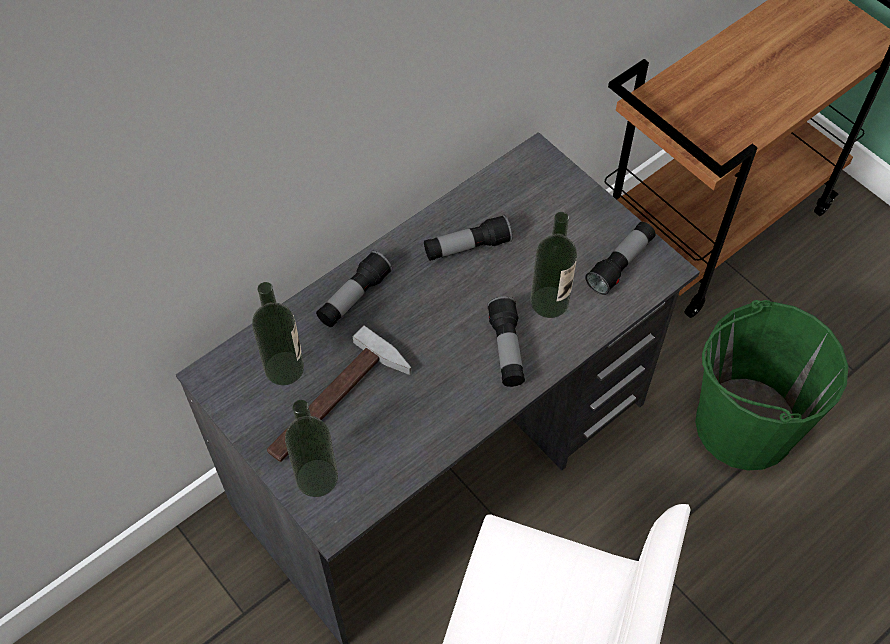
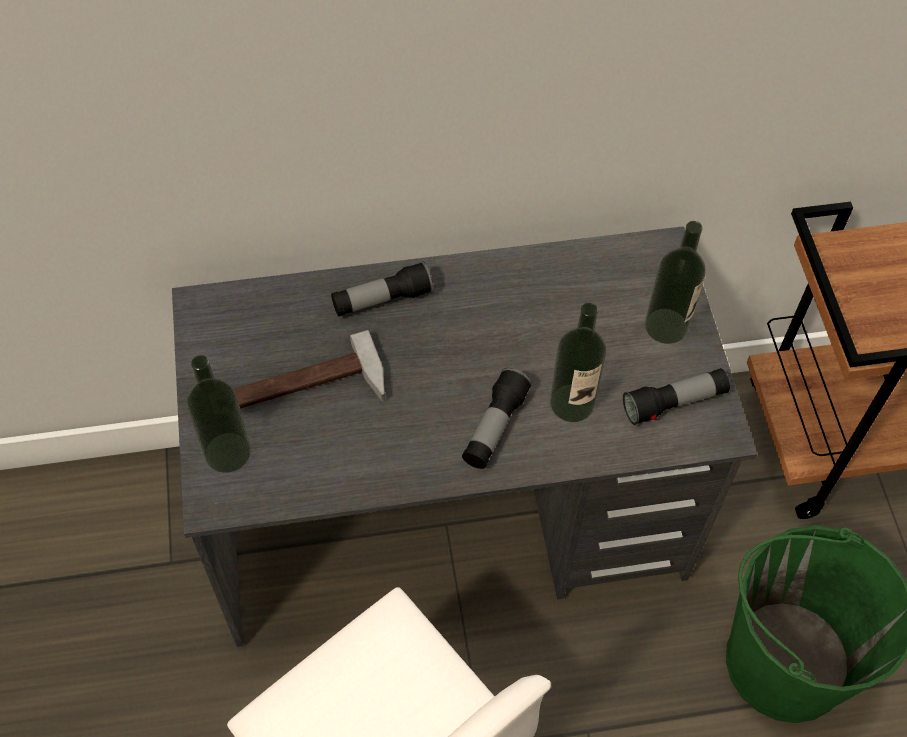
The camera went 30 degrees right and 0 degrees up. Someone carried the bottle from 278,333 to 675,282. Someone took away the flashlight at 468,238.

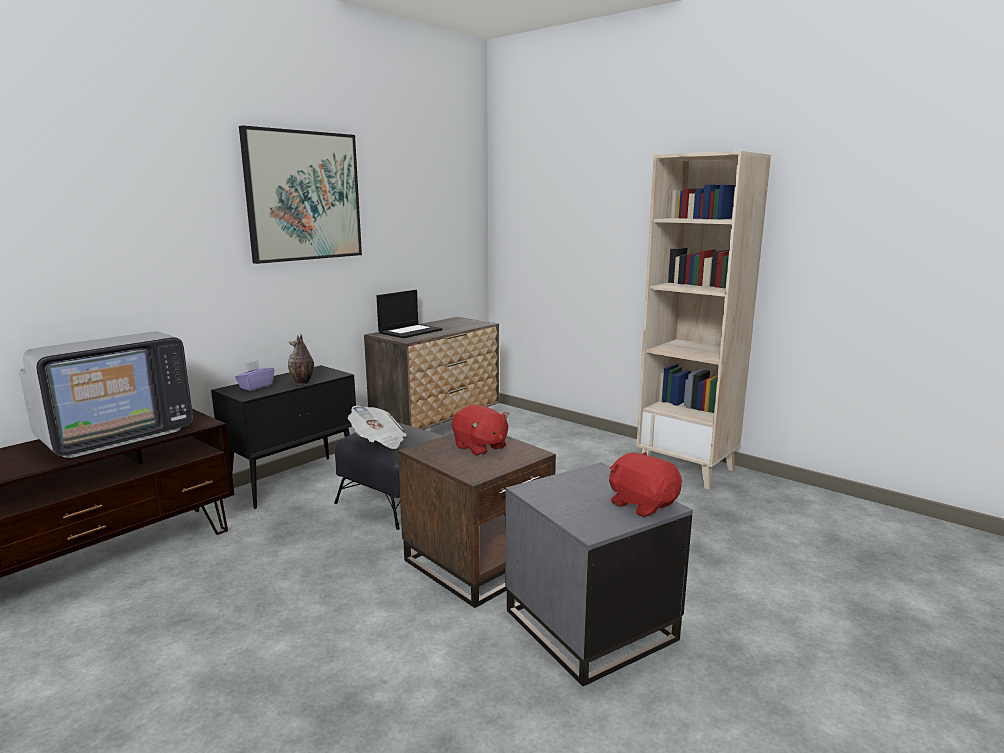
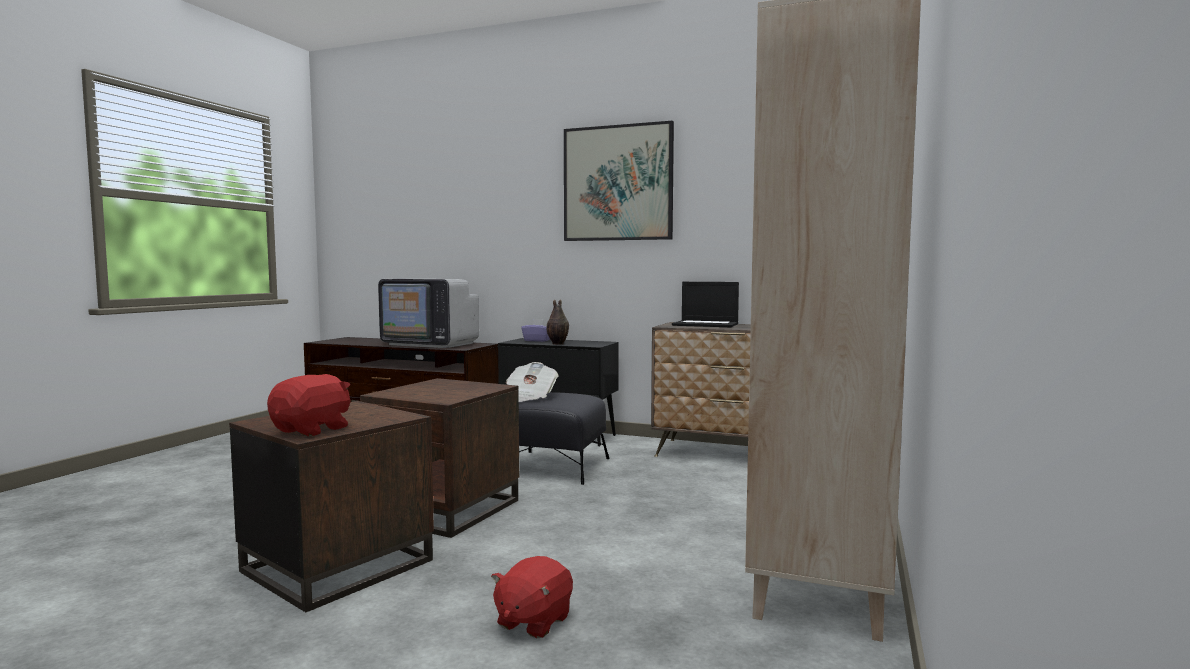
The camera went 70 degrees right and 10 degrees down. Someone carried the red plush toy from 480,430 to 532,597. Someone repainted the grey side table at 599,574, which became the brown side table at 331,506.

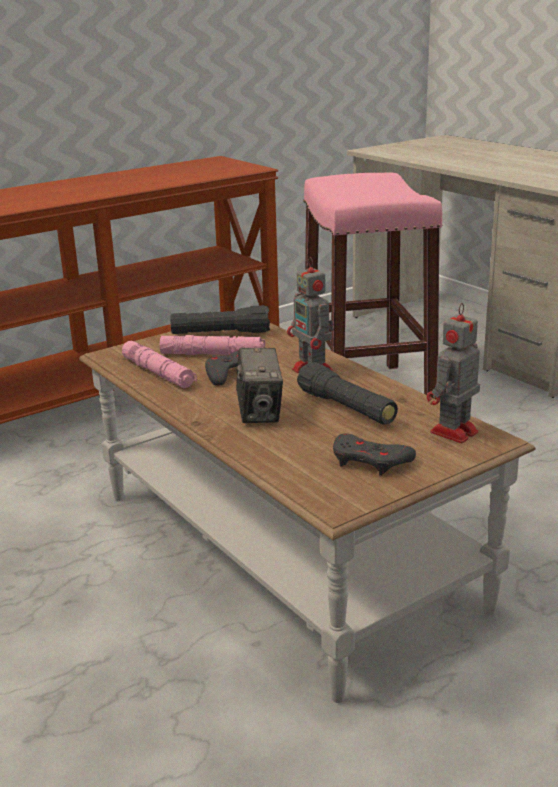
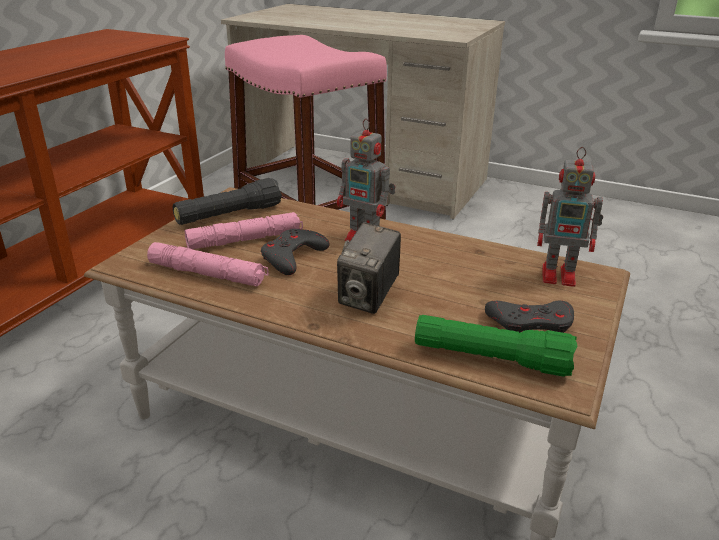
The camera went 30 degrees left and 5 degrees up. Someone rotated the photo camera at 259,385 by 60 degrees clockwise. Someone took away the black flashlight at 347,393. Someone rotated the toy robot at 453,373 by 90 degrees counterclockwise. Someone put down the green flashlight at 496,346.

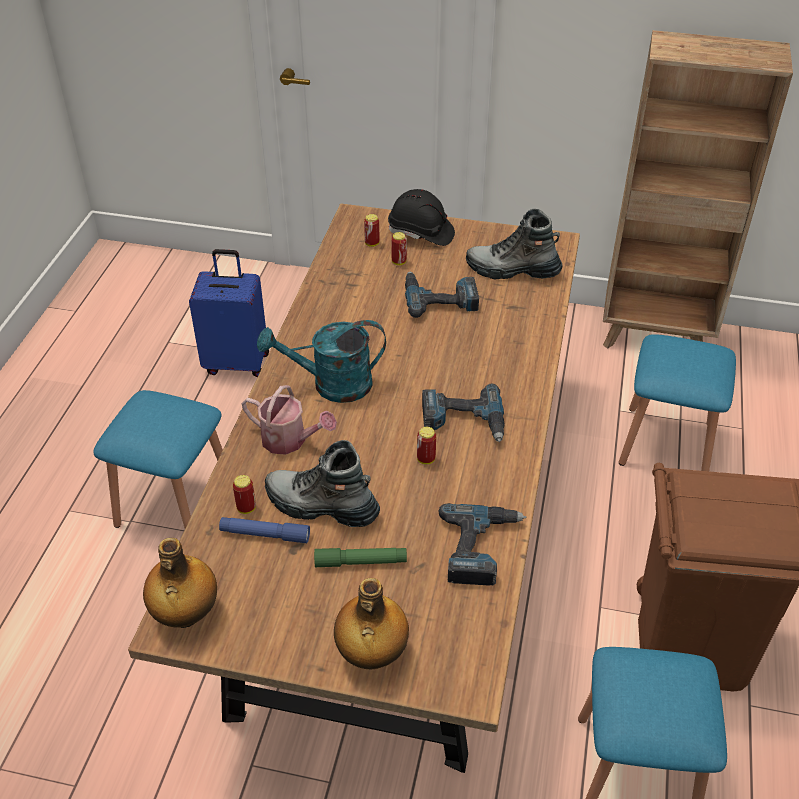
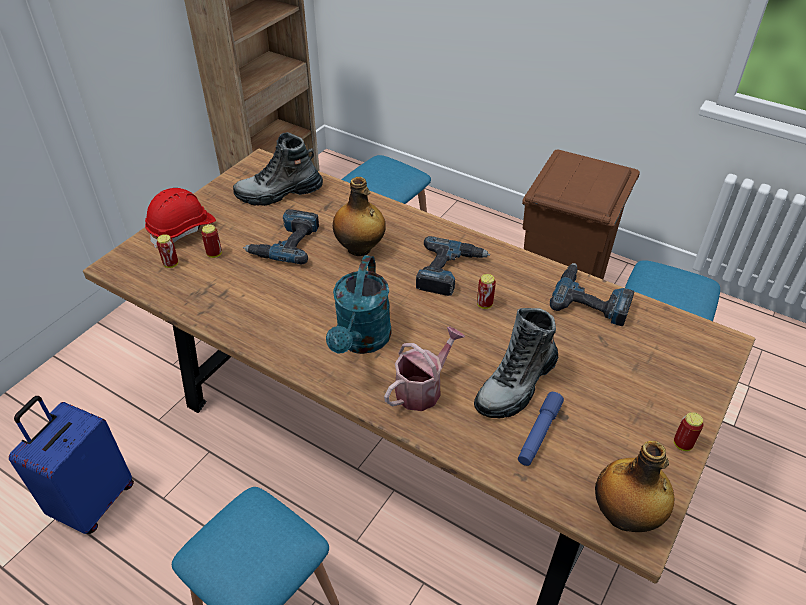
The camera went 70 degrees left and 0 degrees up. Someone carried the can from 244,494 to 688,431. Someone took away the green flashlight at 360,557. Someone carried the bottle from 371,623 to 359,216. Someone repainted the black hard hat at 421,217, which became the red hard hat at 180,218. Someone rotated the boot at 514,244 by 45 degrees clockwise.

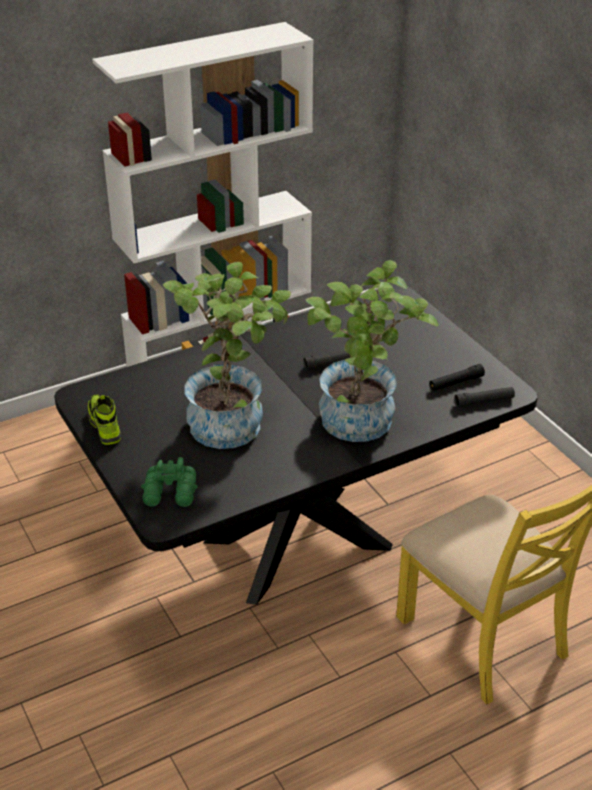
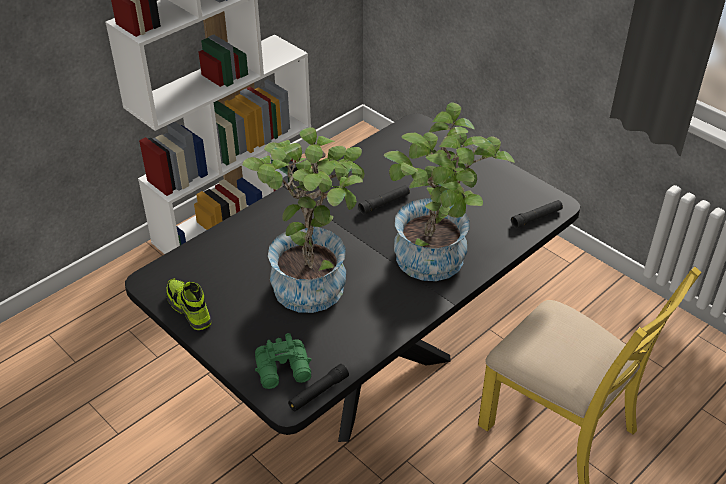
The camera went 15 degrees left and 5 degrees up. Someone carried the black flashlight from 457,377 to 318,387.

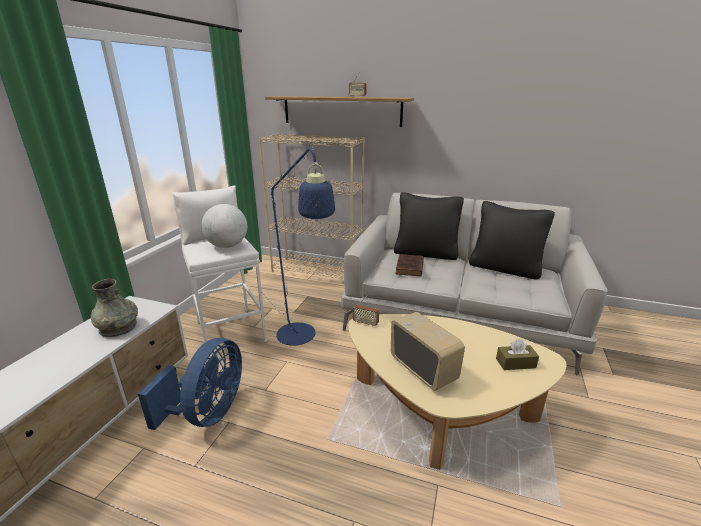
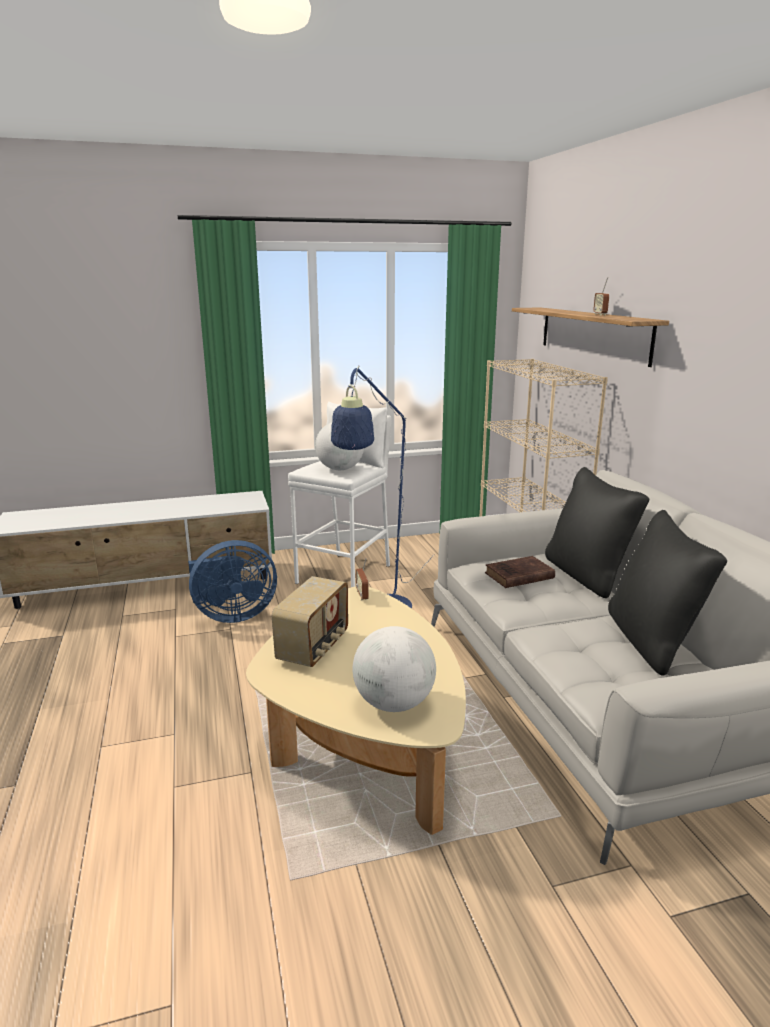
The camera went 55 degrees right and 5 degrees down. Someone took away the grey vase at 114,308. Someone swapped the brown tissue box at 517,354 for the globe at 394,669.

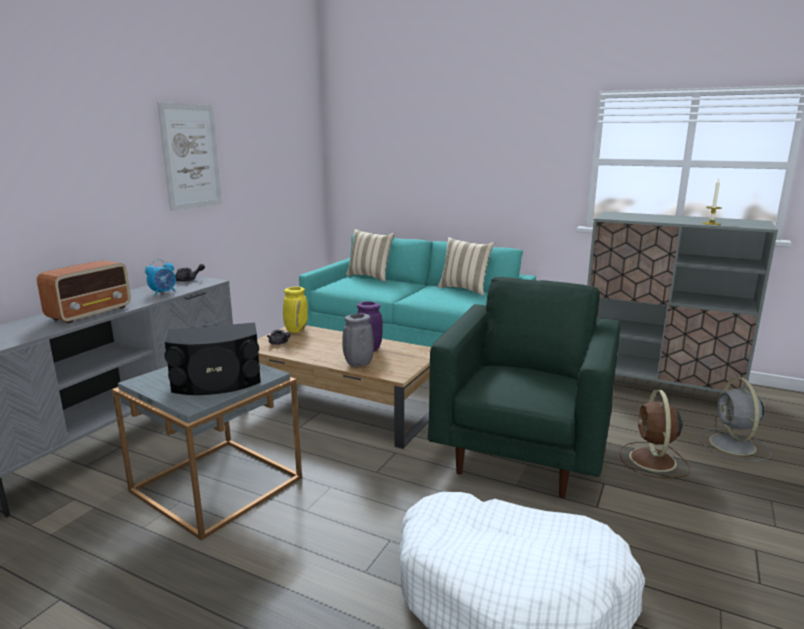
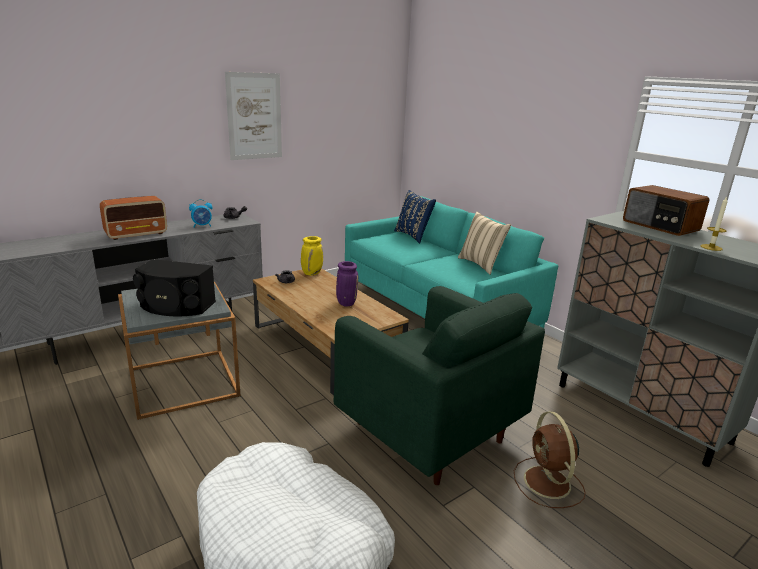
The camera went 25 degrees right and 5 degrees up. Someone took away the grey vase at 358,340. Someone repainted the beige pillow at 370,255, which became the blue pillow at 415,216. Someone rotated the green armchair at 524,387 by 90 degrees clockwise. Someone rotated the brown fan at 655,434 by 45 degrees counterclockwise. Someone took away the grey fan at 735,419. Someone put down the radio at 666,210.

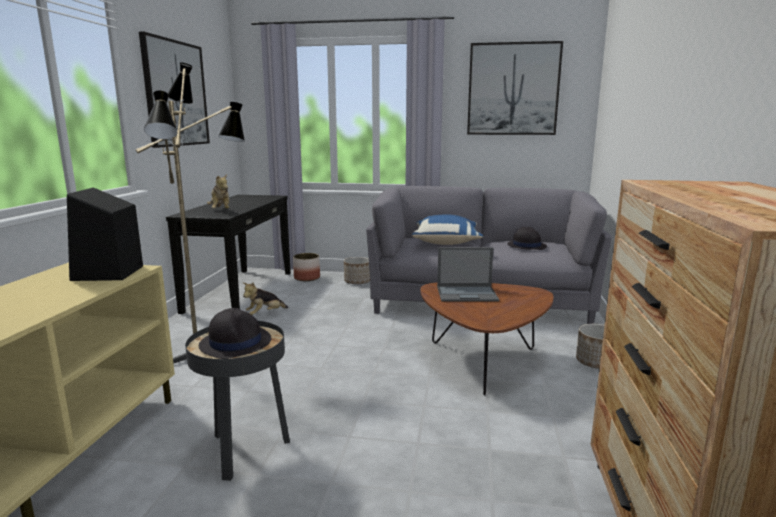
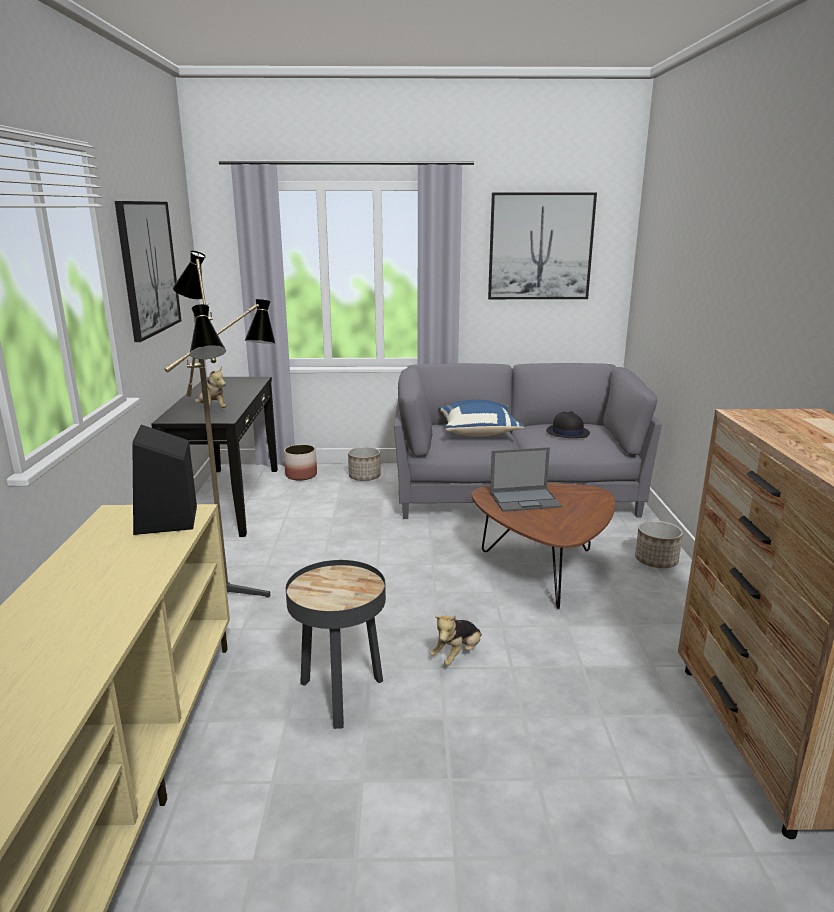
The camera went 10 degrees left and 5 degrees up. Someone took away the black hat at 235,333. Someone carried the plush toy from 265,298 to 456,640.

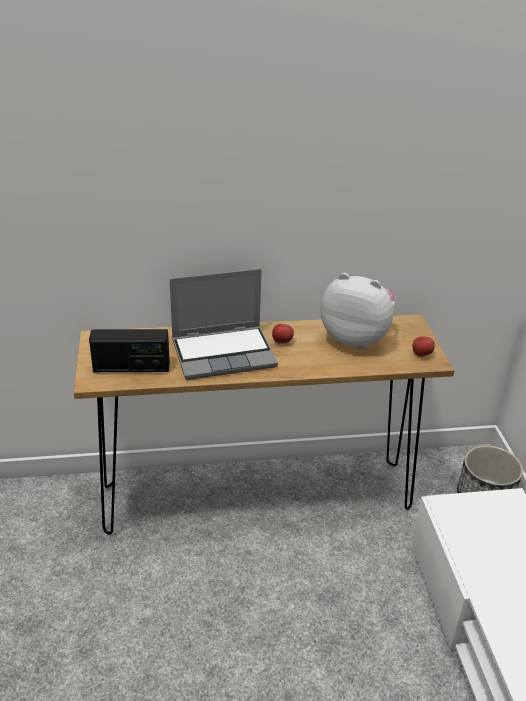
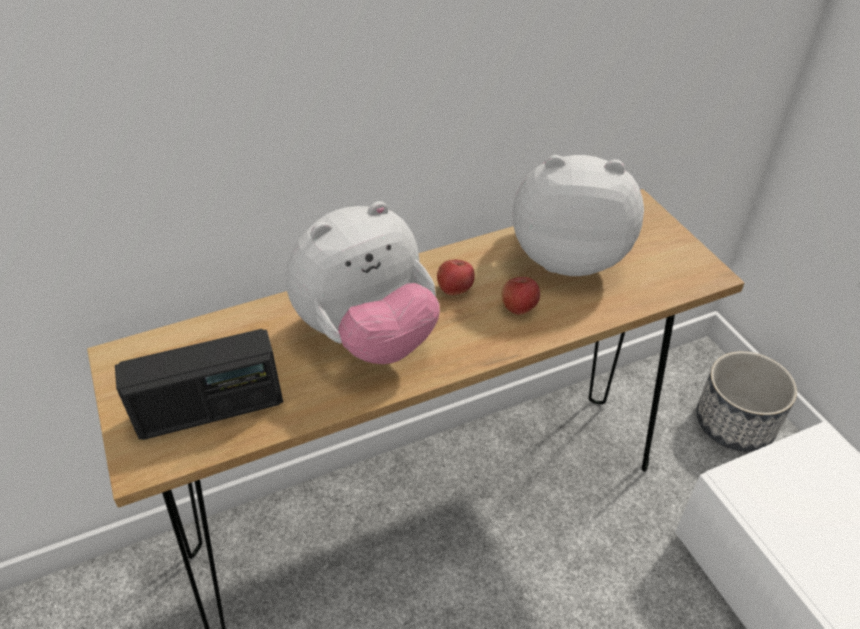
The camera went 15 degrees left and 10 degrees up. Someone swapped the laptop at 224,324 for the plush toy at 363,282. Someone carried the apple from 423,346 to 521,296.

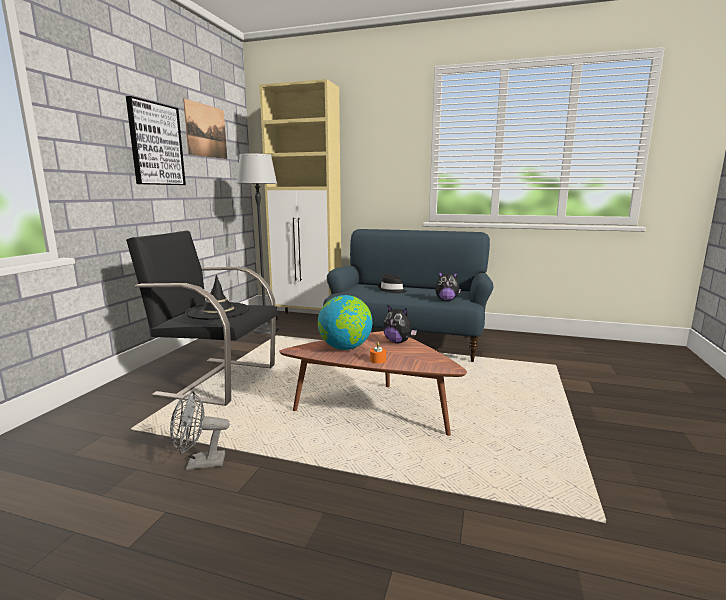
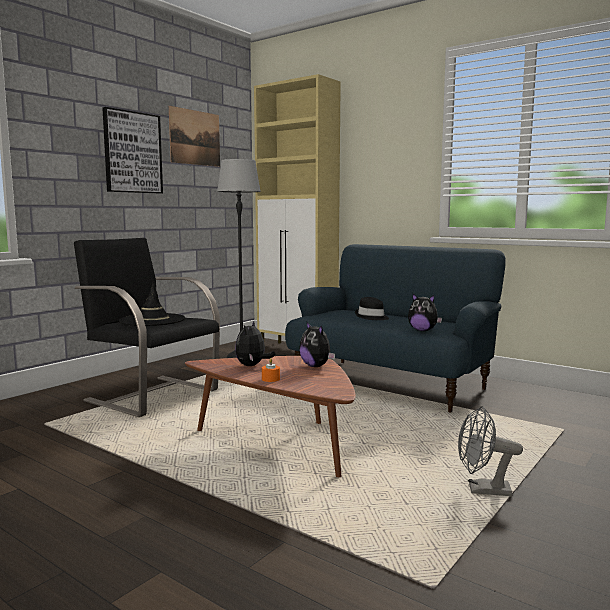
The camera went 20 degrees right and 5 degrees down. Someone carried the grey fan from 200,430 to 490,451. Someone swapped the globe at 345,322 for the plush toy at 255,343.

